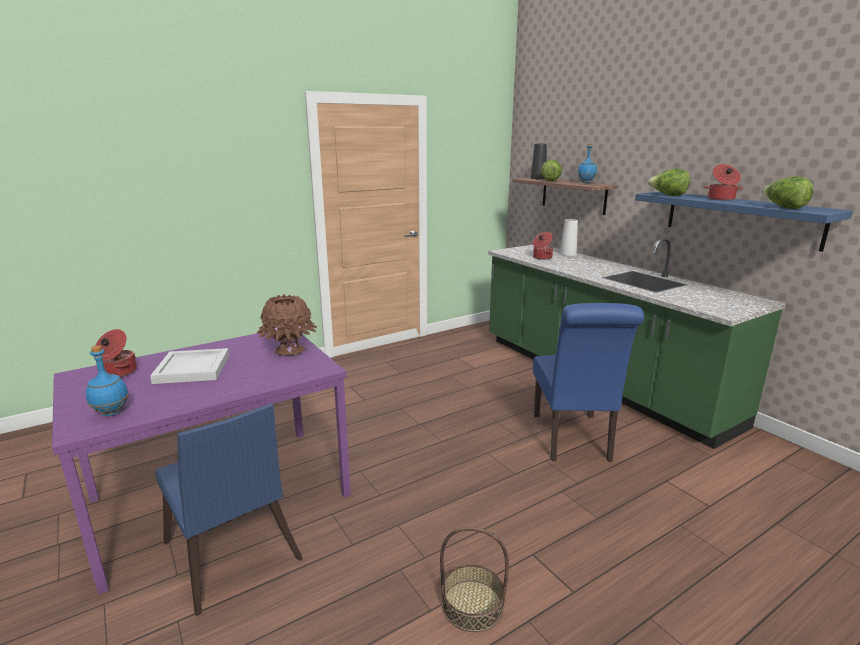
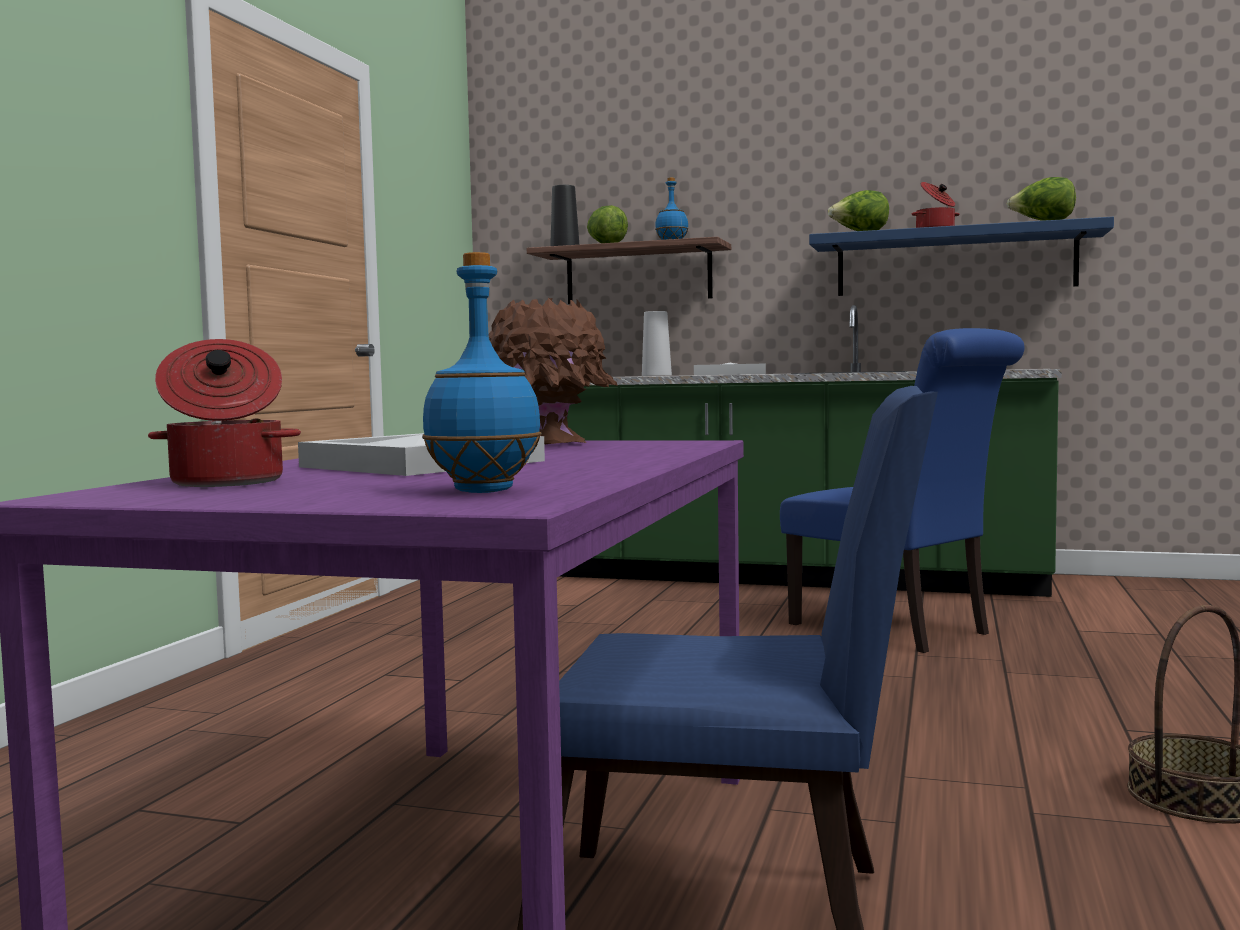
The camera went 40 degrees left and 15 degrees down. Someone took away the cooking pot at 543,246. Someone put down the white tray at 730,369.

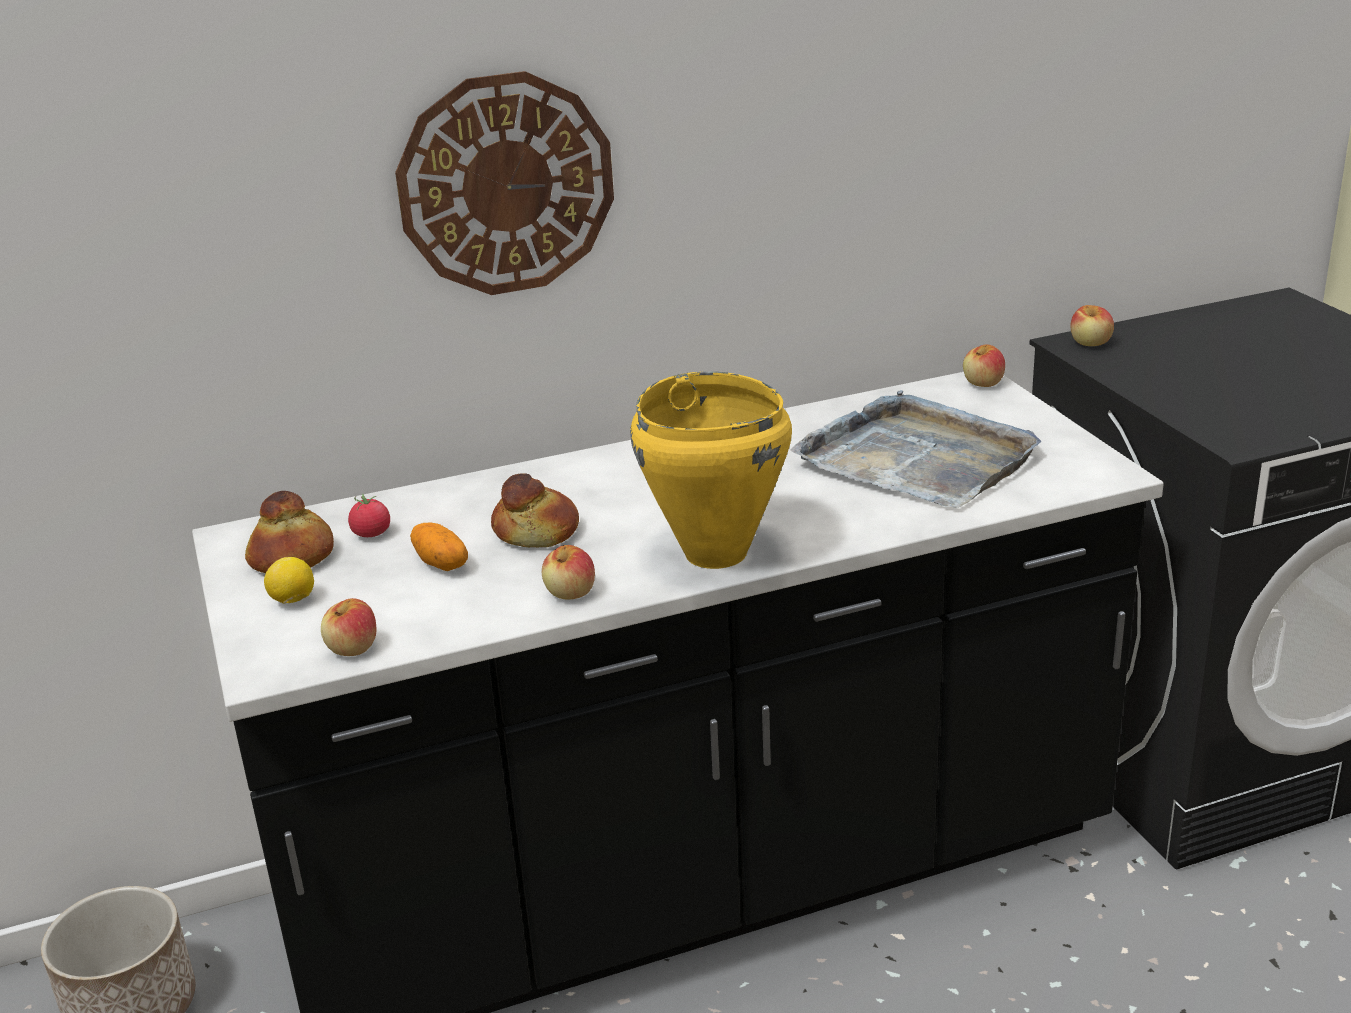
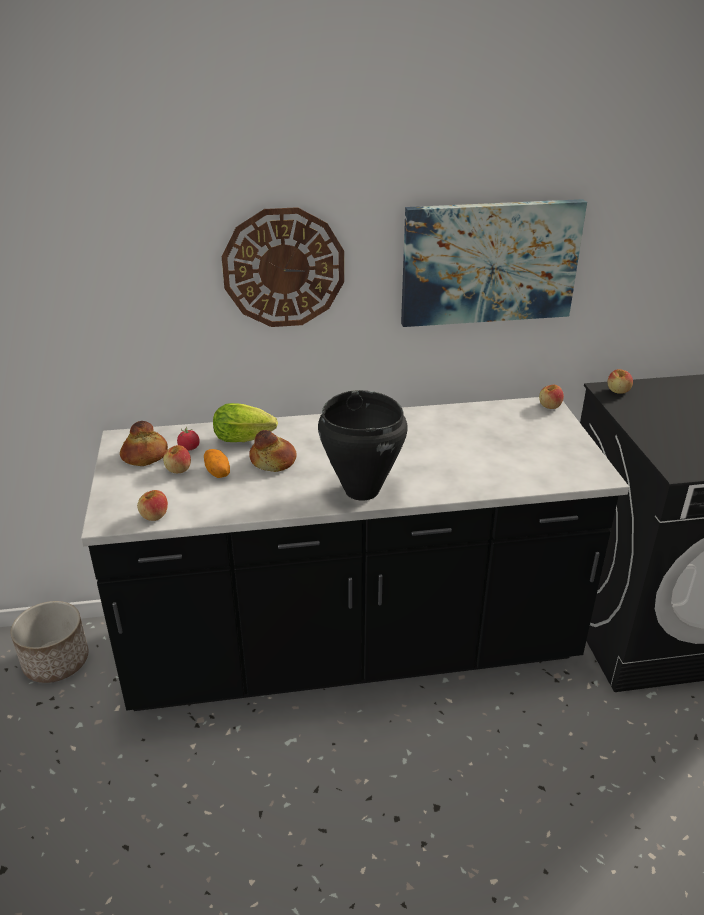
The camera went 10 degrees right and 5 degrees up. Someone took away the lemon at 289,580. Someone carried the apple from 568,572 to 177,459. Someone repainted the yellow cooking pot at 711,470, which became the black cooking pot at 363,445. Someone took away the grey tray at 916,449. Someone put down the lettuce at 245,422. Someone put up the picture at 494,263.

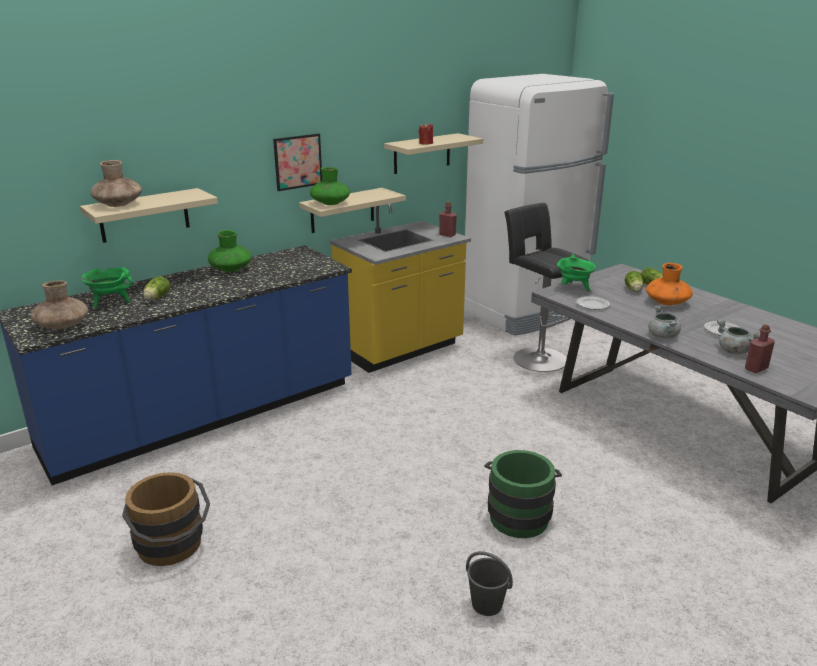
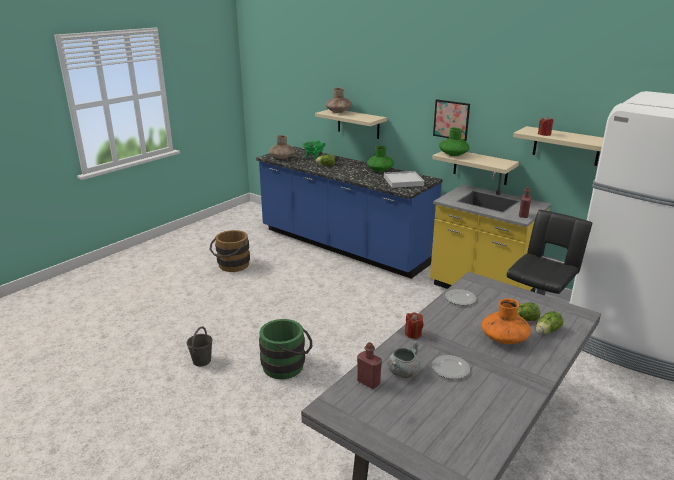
The camera went 75 degrees right and 0 degrees up. Someone took away the green cooking pot at 576,272. Someone swapped the grey cooking pot at 664,321 for the red candle at 414,325. Someone put down the white tray at 404,179.

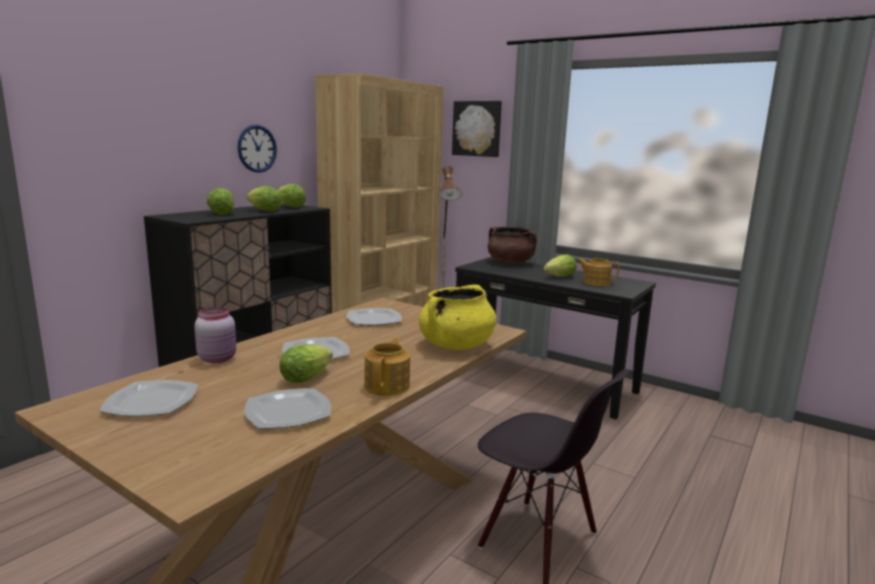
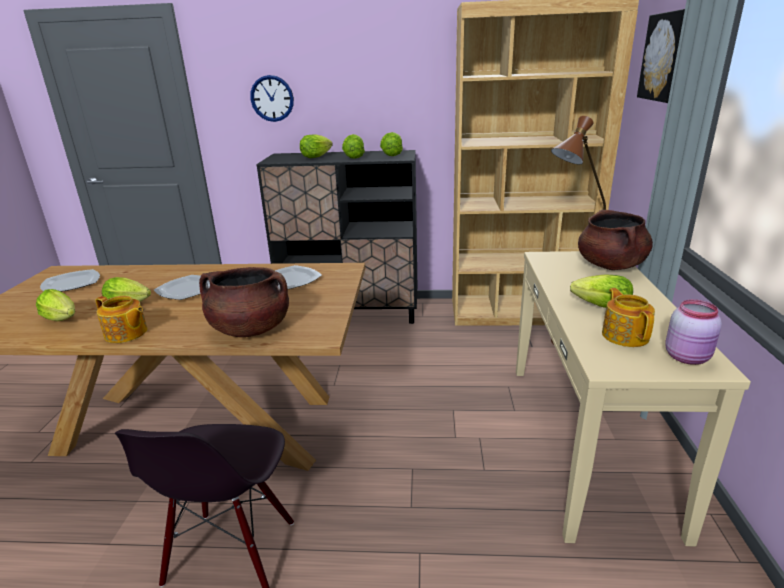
The camera went 60 degrees right and 10 degrees up. Someone carried the pink jar from 215,335 to 693,332. Someone carried the wall clock from 257,149 to 272,98. Someone swapped the plate at 287,408 for the lettuce at 55,305. Someone rotated the teapot at 387,367 by 45 degrees clockwise. Someone repainted the yellow cooking pot at 458,317, which became the brown cooking pot at 244,302. Someone repainted the black console table at 555,338, which became the beige console table at 633,399.

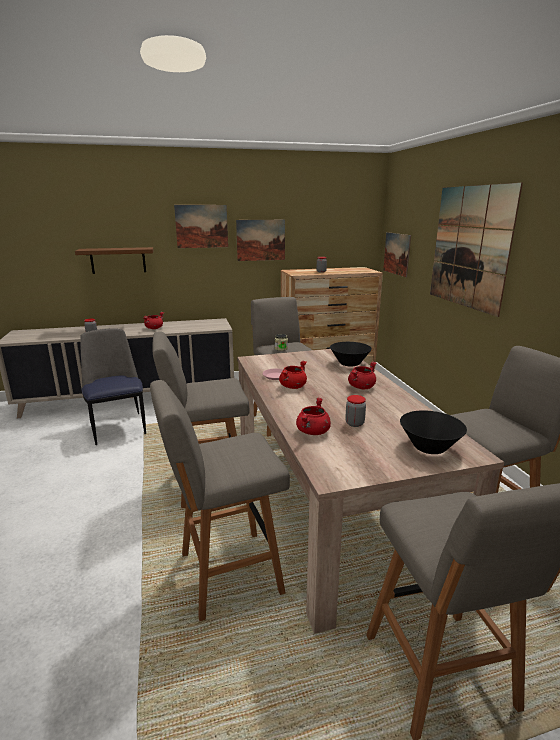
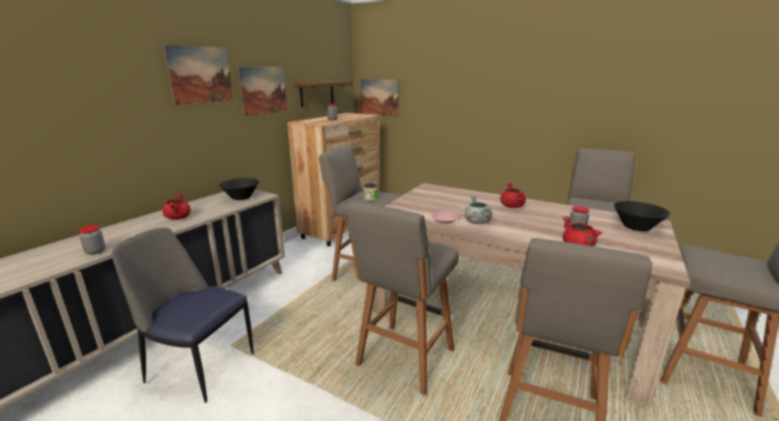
The camera went 45 degrees left and 0 degrees up. Someone carried the brown shelf from 114,260 to 323,94. Someone repainted the red cooking pot at 293,375, which became the grey cooking pot at 478,210. Someone carried the black bowl from 351,354 to 239,189. Someone took away the picture at 476,250.

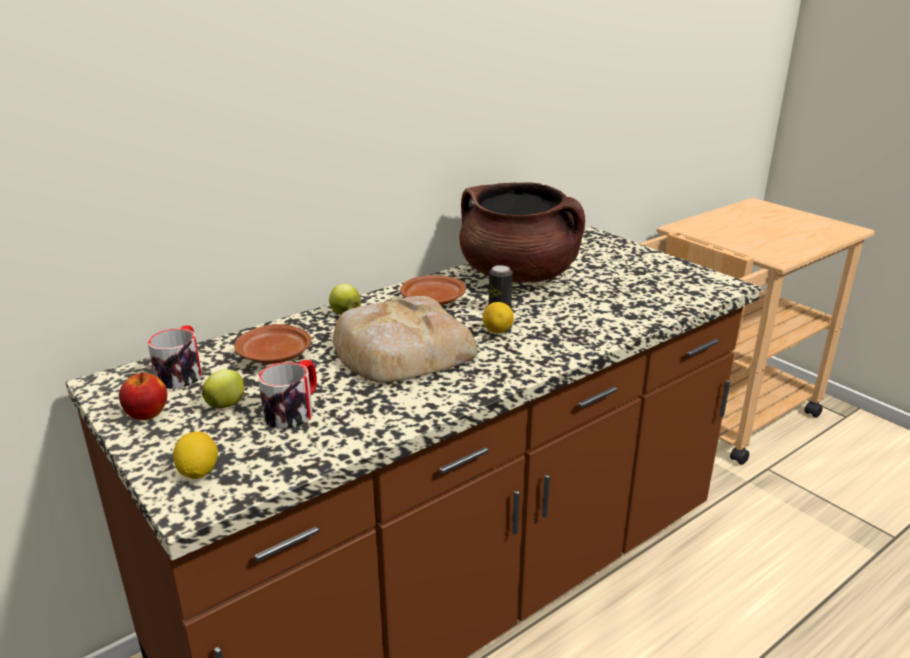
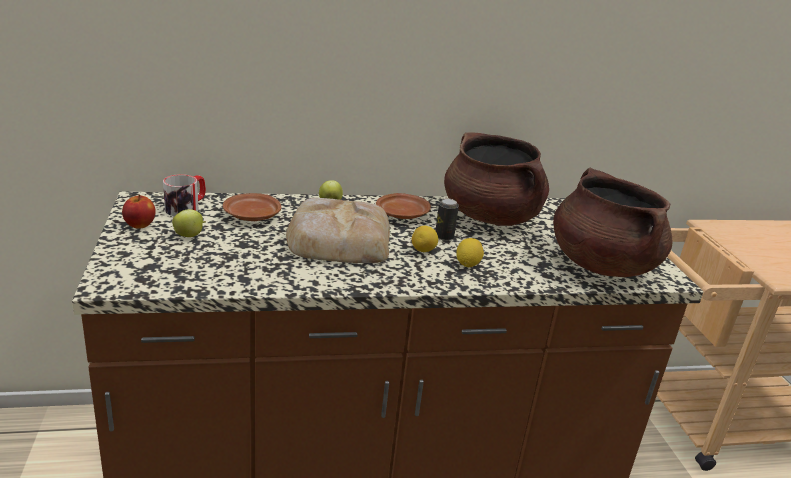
The camera went 25 degrees right and 0 degrees up. Someone carried the lemon from 195,455 to 470,252. Someone took away the mug at 287,394. Someone put down the brown cooking pot at 612,222.

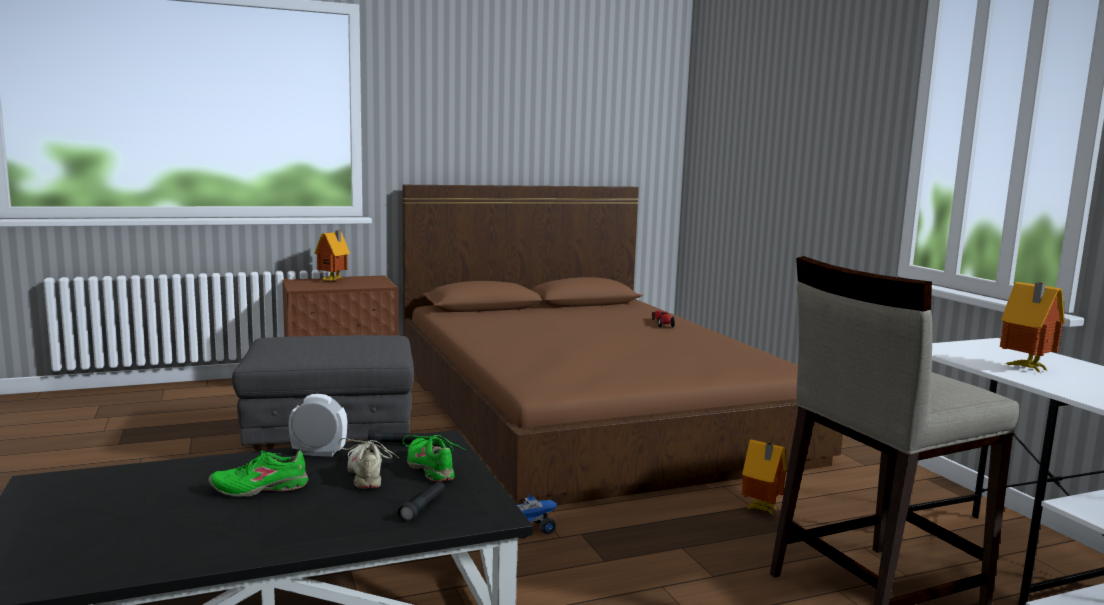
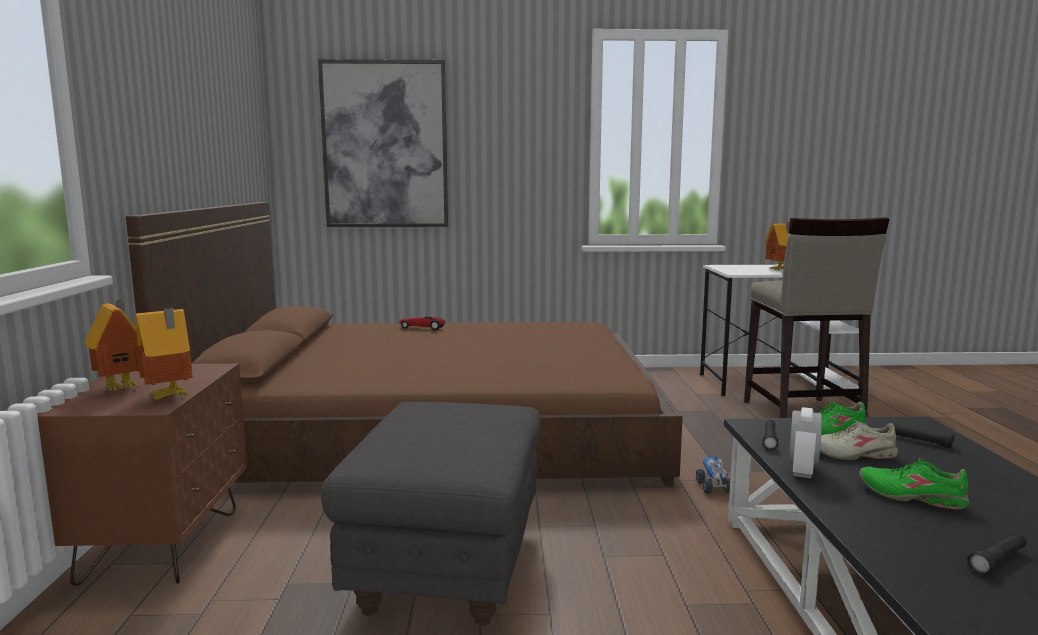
The camera went 70 degrees left and 0 degrees up. Someone rotated the green shoe at 258,473 by 120 degrees clockwise. Someone carried the toy house from 764,476 to 164,353. Someone put up the picture at 383,143. Someone put down the black flashlight at 997,554.

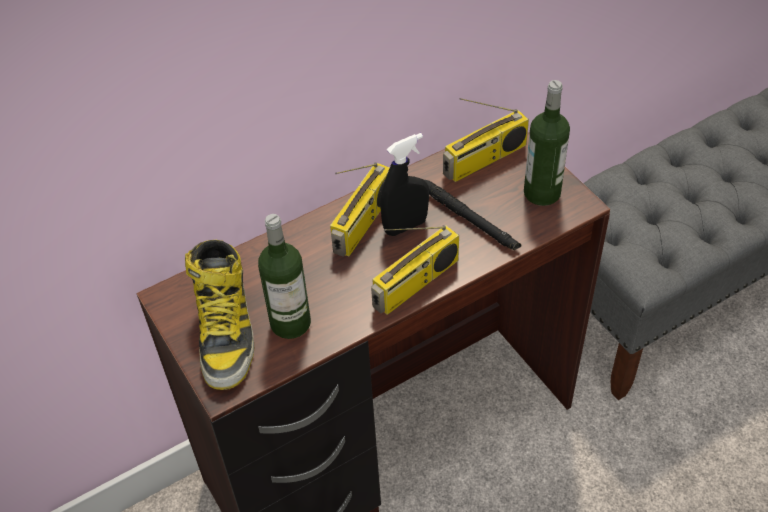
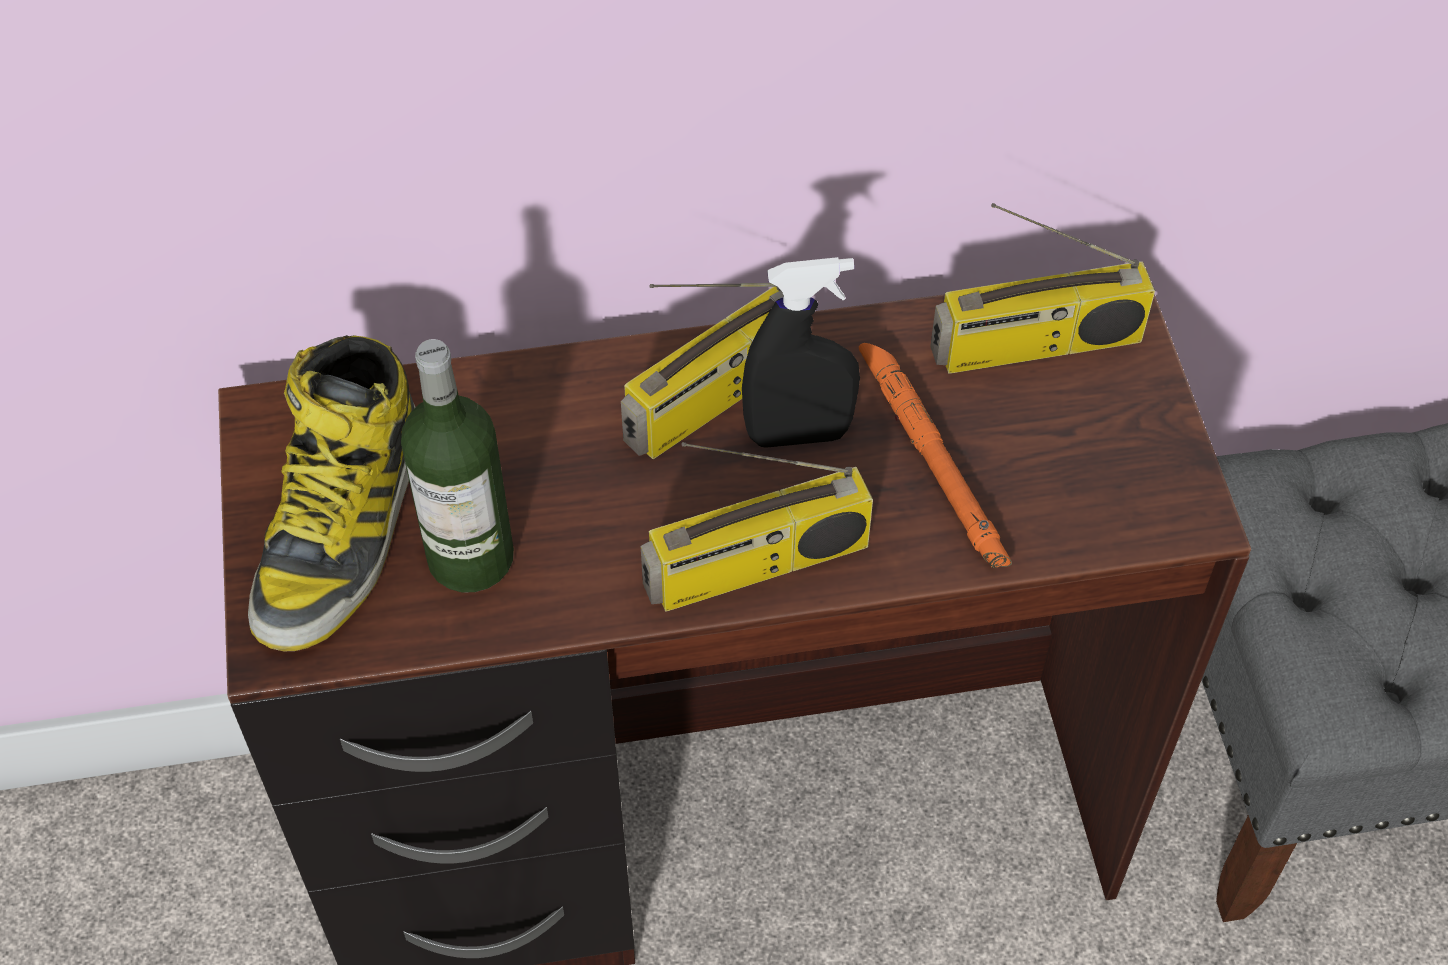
The camera went 20 degrees right and 5 degrees up. Someone repainted the black flashlight at 473,215, which became the orange flashlight at 935,455. Someone took away the bottle at 547,143.

